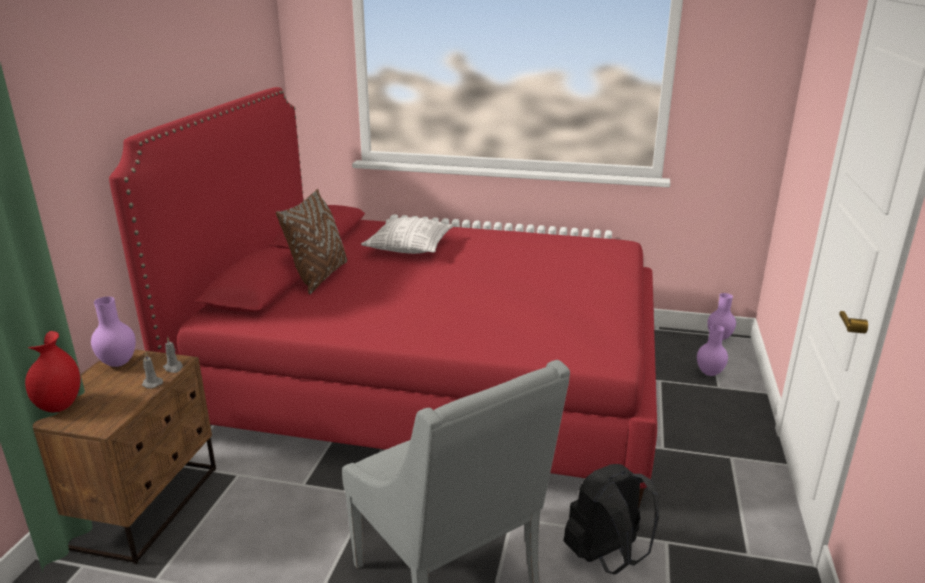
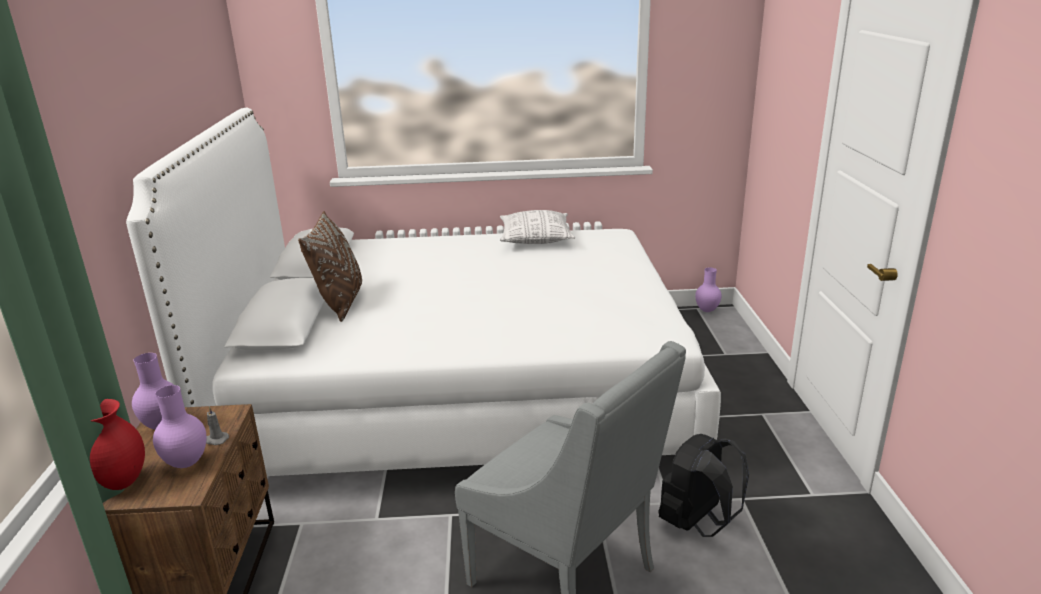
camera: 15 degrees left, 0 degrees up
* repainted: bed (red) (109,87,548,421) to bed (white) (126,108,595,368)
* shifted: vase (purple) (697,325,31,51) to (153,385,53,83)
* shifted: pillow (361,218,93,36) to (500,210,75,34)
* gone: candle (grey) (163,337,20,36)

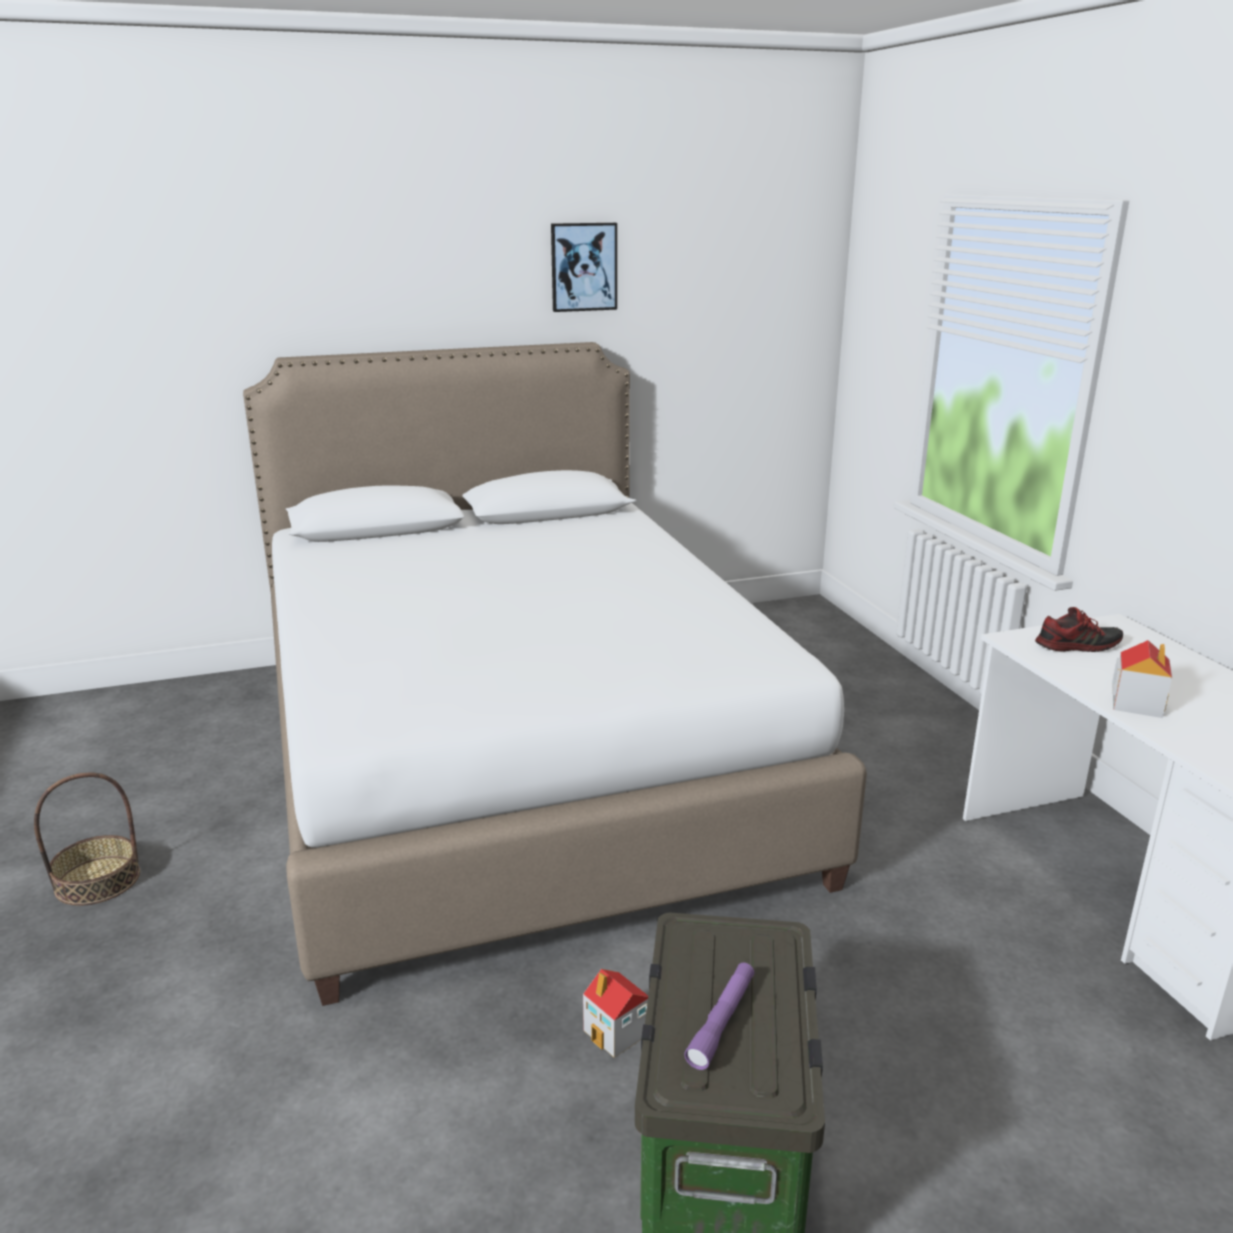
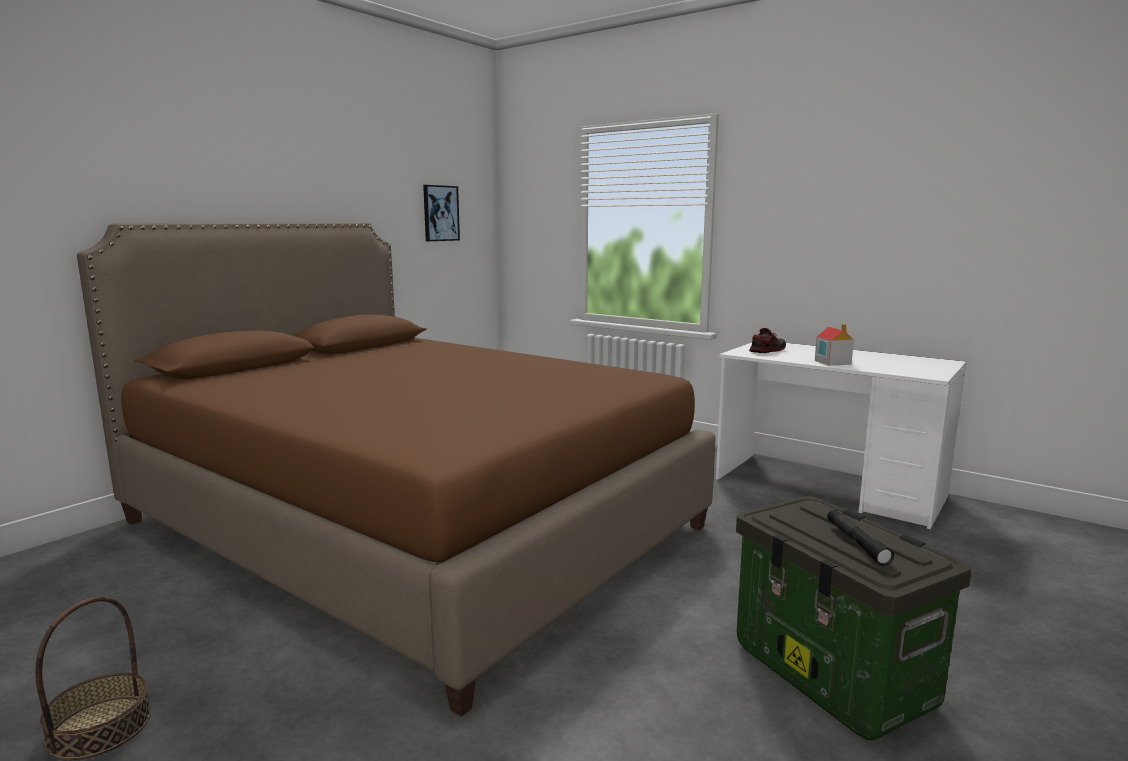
camera: 35 degrees left, 10 degrees down
* repainted: bed (white) (243,342,624,664) to bed (brown) (77,223,639,494)
* shifted: picture (551,223,66,89) to (423,185,37,56)
* repainted: flashlight (purple) (684,963,70,107) to flashlight (black) (827,510,67,56)
* gone: toy house (583,969,65,89)

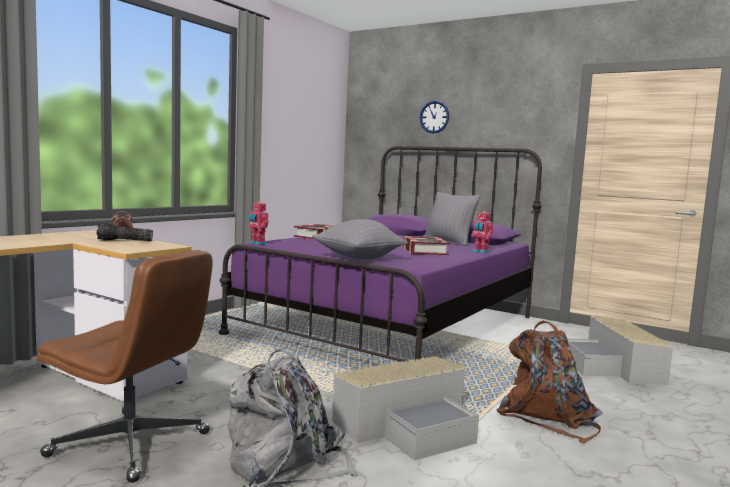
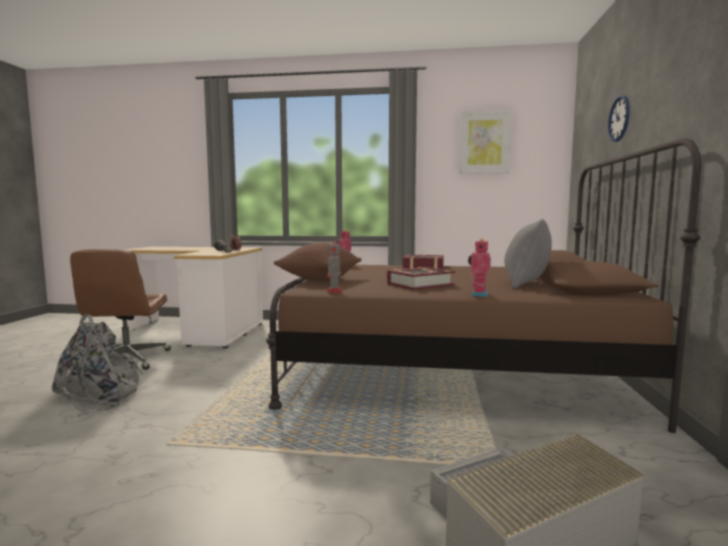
camera: 65 degrees right, 0 degrees up
* repainted: bed (purple) (219,146,323,216) to bed (brown) (266,138,435,295)
* repainted: pillow (grey) (312,219,96,41) to pillow (brown) (274,242,88,39)
* new: toy robot (327,237,16,56)
* new: picture (459,110,53,64)
* gone: storage box (grey) (332,356,147,104)
* gone: backpack (brown) (497,321,106,122)

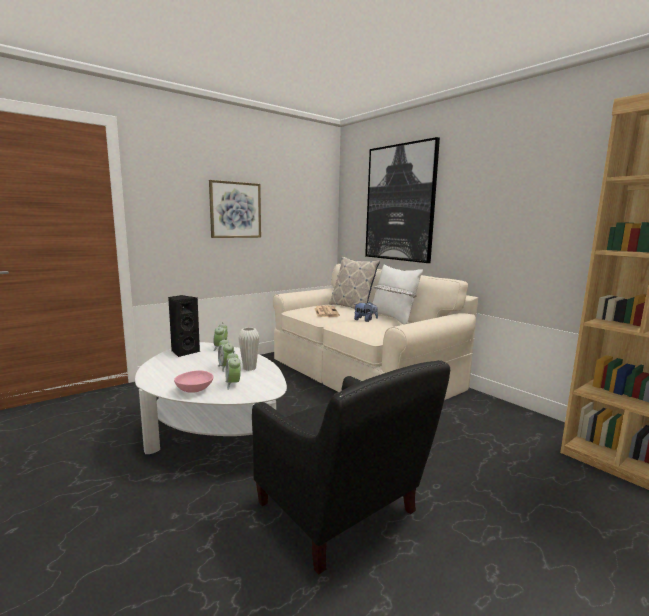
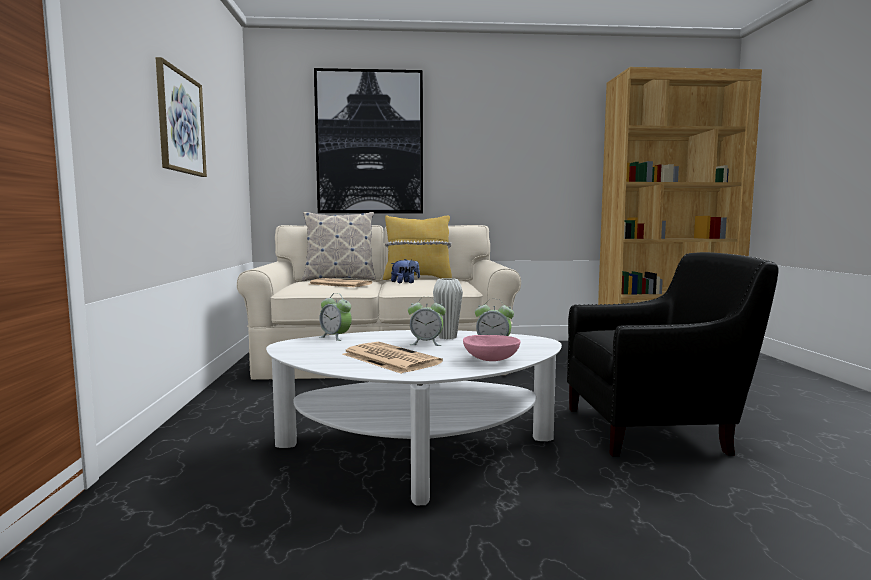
camera: 55 degrees left, 5 degrees down
* new: newspaper (342,342,101,32)
* repainted: pillow (white) (372,264,51,61) to pillow (yellow) (383,215,69,65)
* gone: speaker (black) (168,295,32,62)

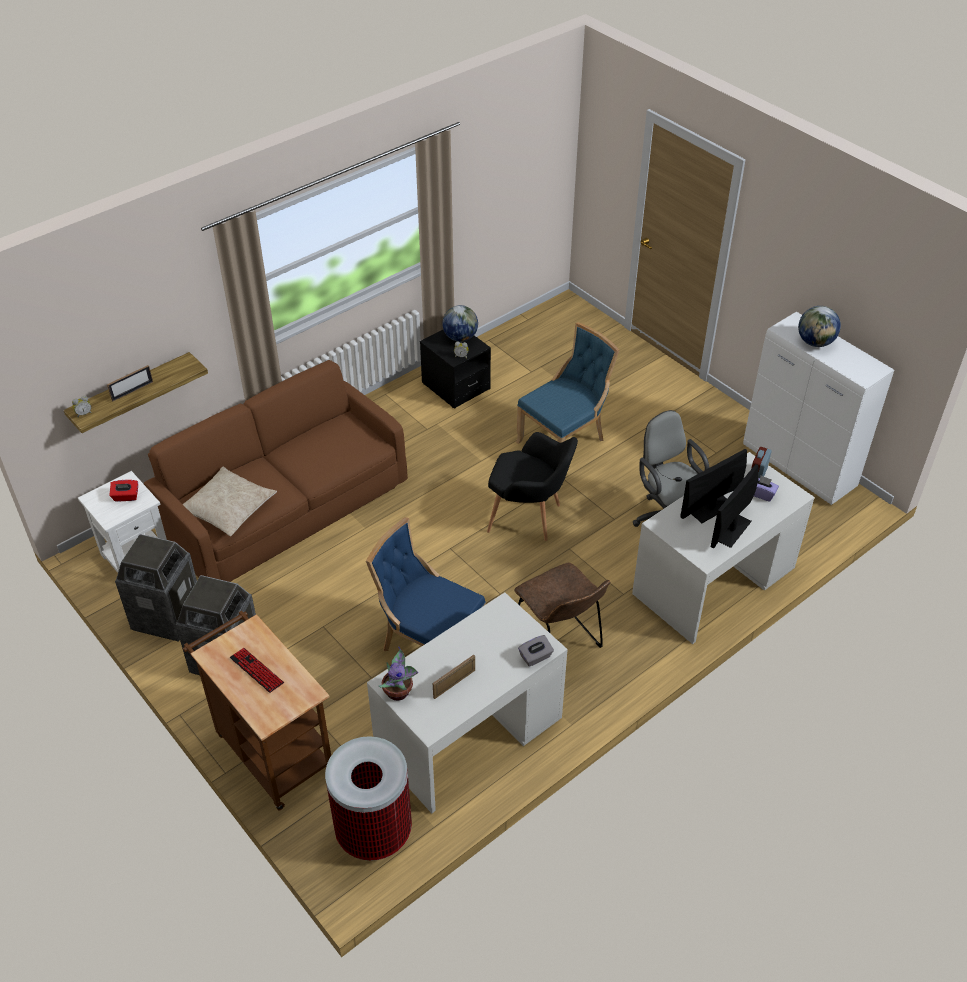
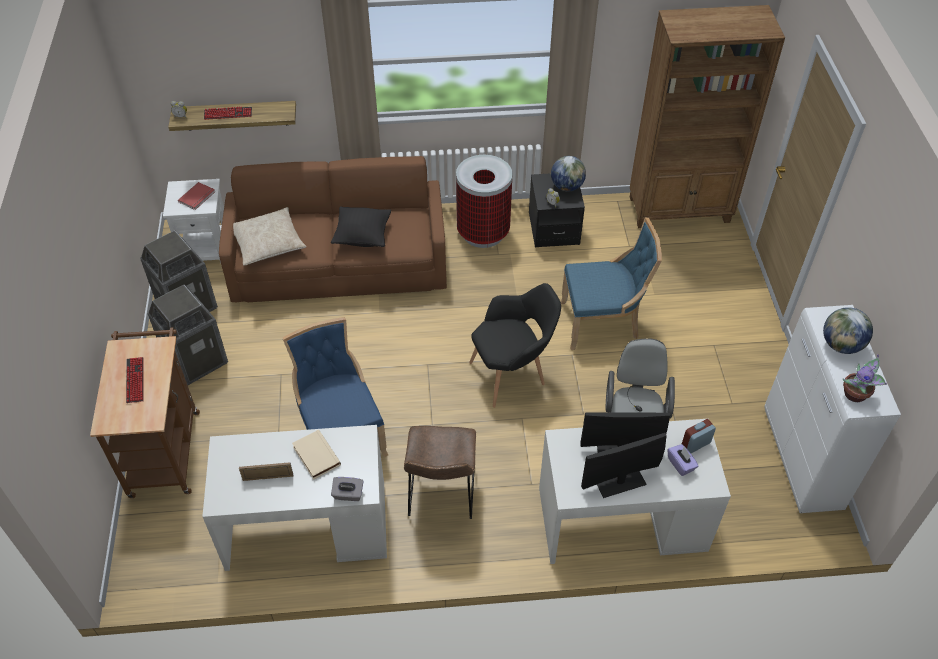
camera: 35 degrees right, 5 degrees up
* swapped: tissue box (red) (109,480,29,22) to book (red) (178,182,37,28)
* swapped: picture frame (107,365,46,37) to keyboard (204,107,48,13)
* new: book (beige) (292,429,49,51)
* new: pillow (black) (331,206,60,41)
* shifted: trash can (325,736,87,125) to (456,155,56,93)
* rotated: armchair (black) (487,432,91,109) = (469,283,92,125) 75 degrees counterclockwise
* new: bookcase (brown) (630,5,155,223)
* shifted: potted plant (379,646,39,55) to (842,354,45,48)

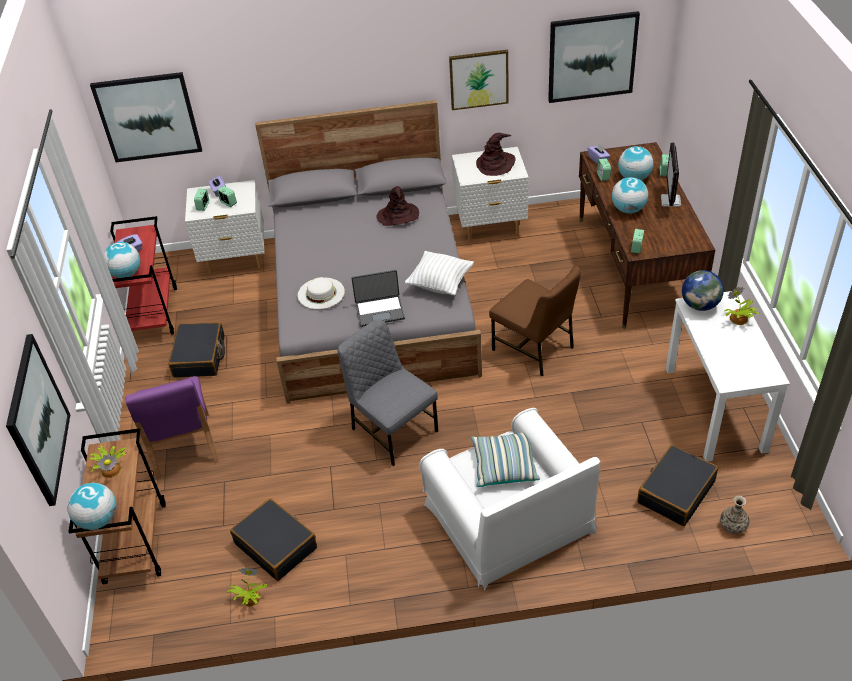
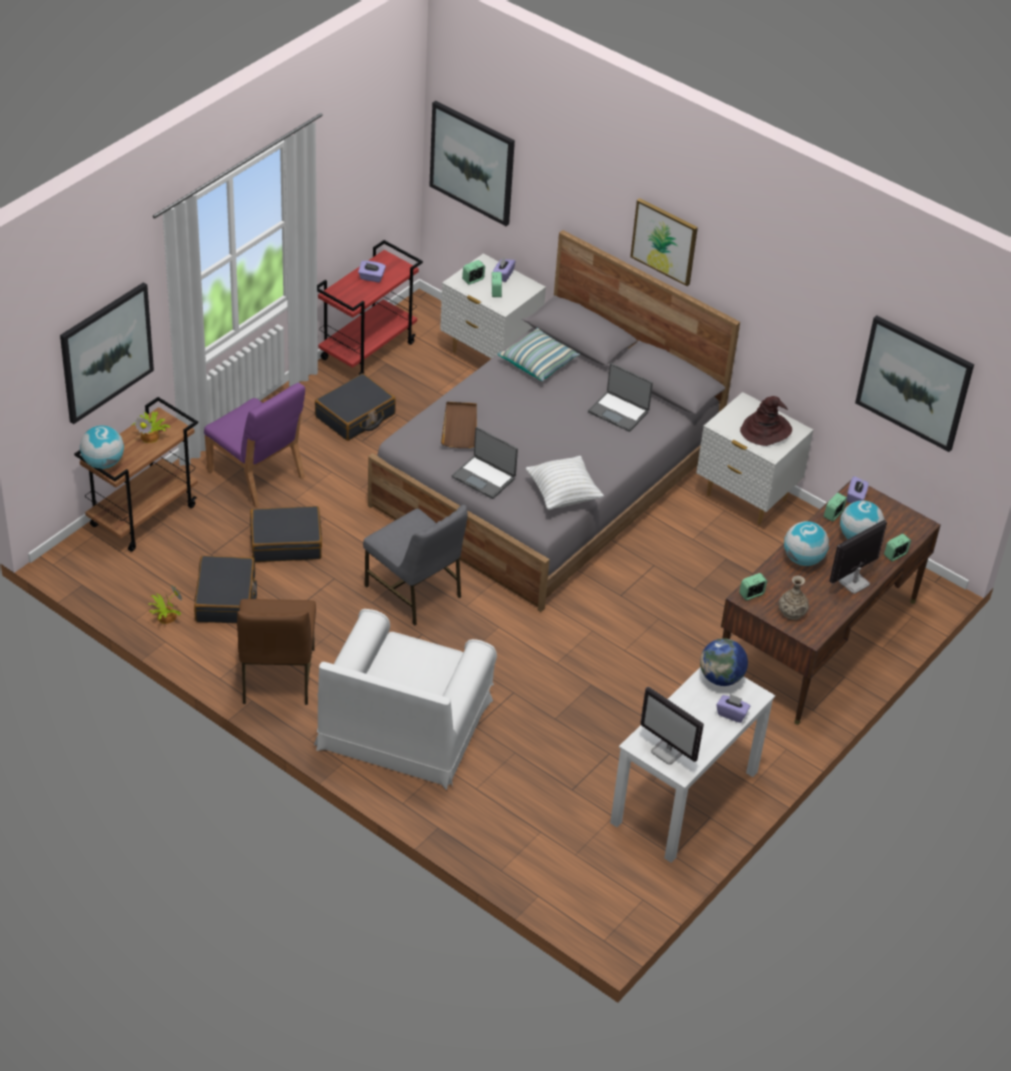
camera: 40 degrees right, 0 degrees up
* rotated: chair (purple) (126,376,93,103) = (204,383,101,125) 75 degrees counterclockwise
* shifted: chair (brown) (489,266,92,110) to (237,599,79,106)
* shifted: suitcase (black) (637,445,81,81) to (250,506,72,56)
* rotated: chair (grey) (338,320,100,146) = (363,505,105,120) 135 degrees clockwise
* swapped: hat (white) (298,277,47,32) to tray (brown) (441,402,36,46)
* shifted: pillow (471,433,69,54) to (498,328,82,53)
* swapped: hat (brown) (376,186,43,40) to laptop (588,363,65,69)
* shifted: picture (449,50,59,60) to (630,198,68,88)
* new: monitor (640,687,64,78)
* swapped: potted plant (724,287,35,38) to tissue box (purple) (717,694,33,29)
* shifted: vase (720,496,30,38) to (779,576,30,44)
* gone: globe (103,242,37,36)

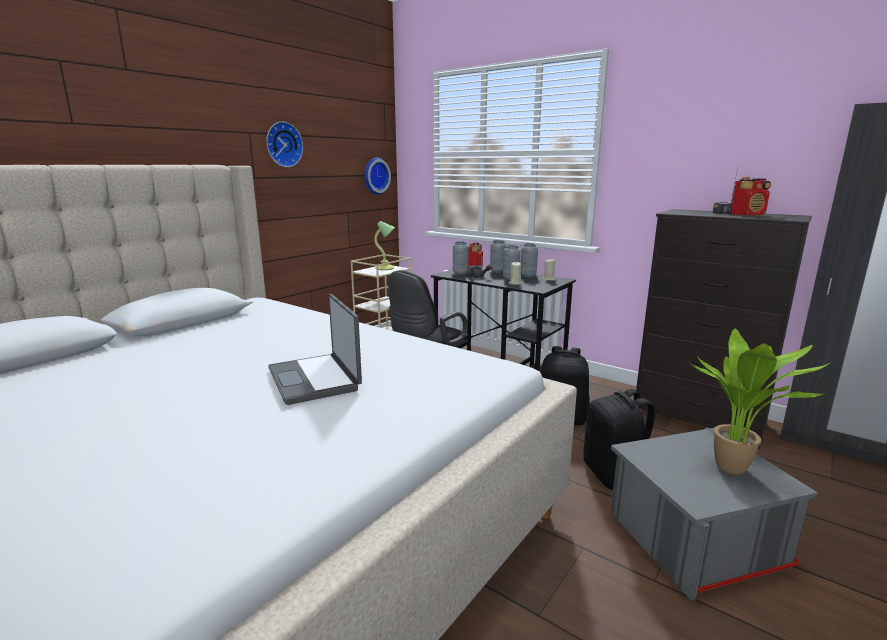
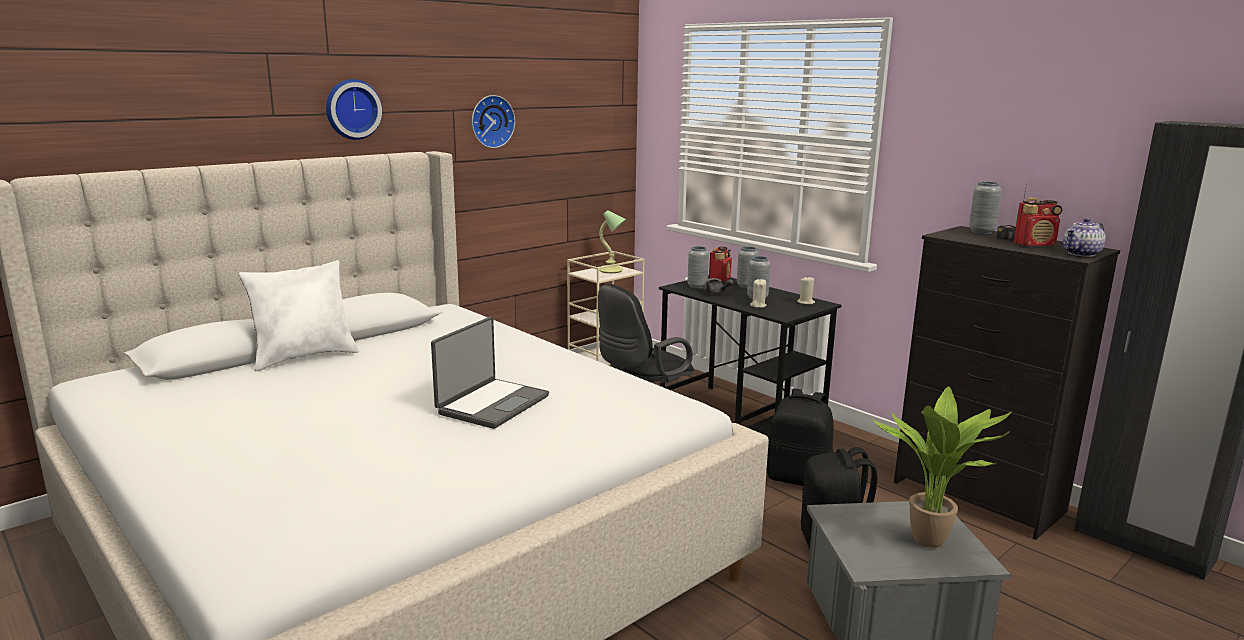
camera: 10 degrees right, 0 degrees up
* new: pillow (white) (239,260,120,111)
* shifted: wall clock (364,158,27,37) to (326,79,56,61)
* rotated: laptop (268,294,94,111) = (431,317,118,112) 135 degrees counterclockwise
* shifted: vase (grey) (521,243,17,34) to (969,181,32,53)
* new: teapot (1063,218,43,39)

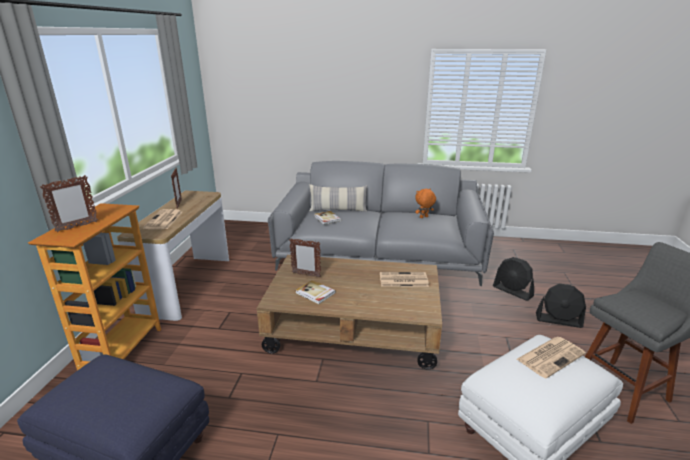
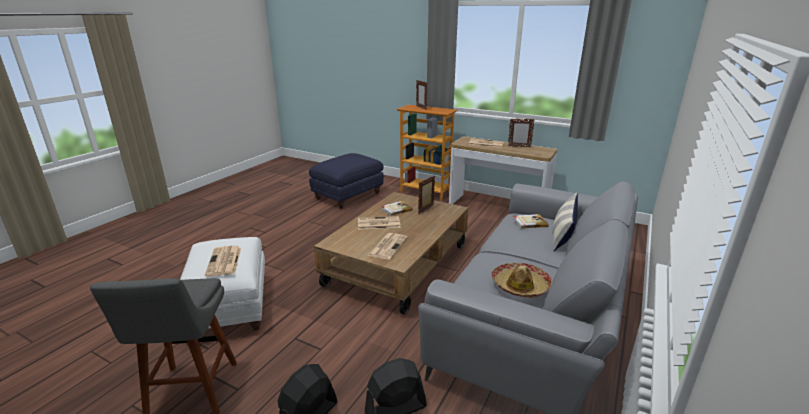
camera: 110 degrees right, 0 degrees up
* new: newspaper (358,216,43,14)
* swapped: plush toy (orange) (415,188,21,30) to hat (491,263,61,35)

